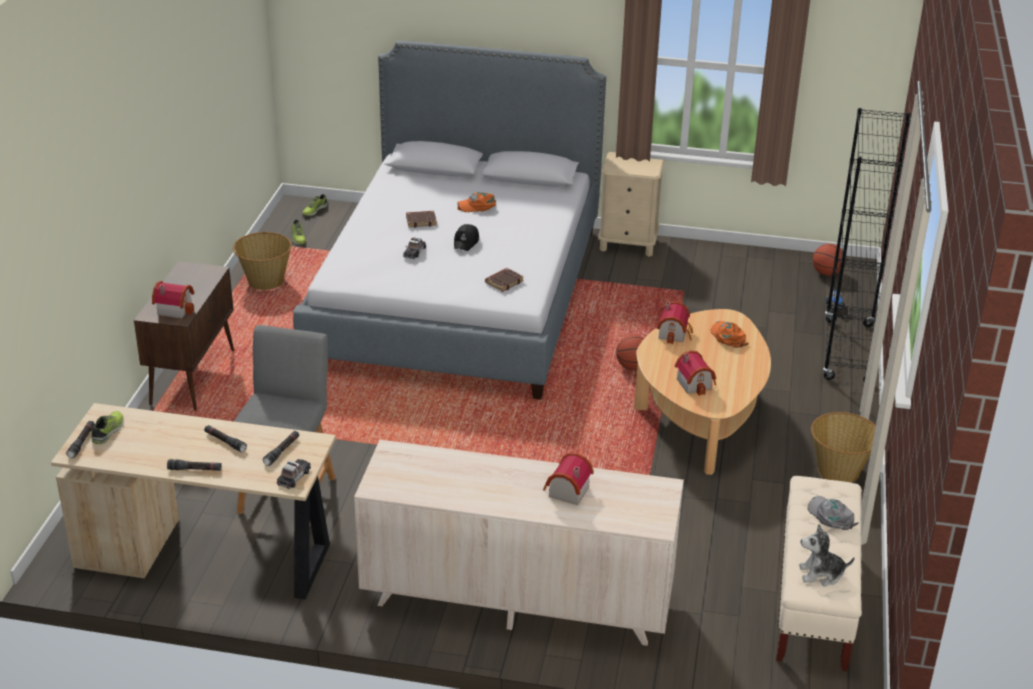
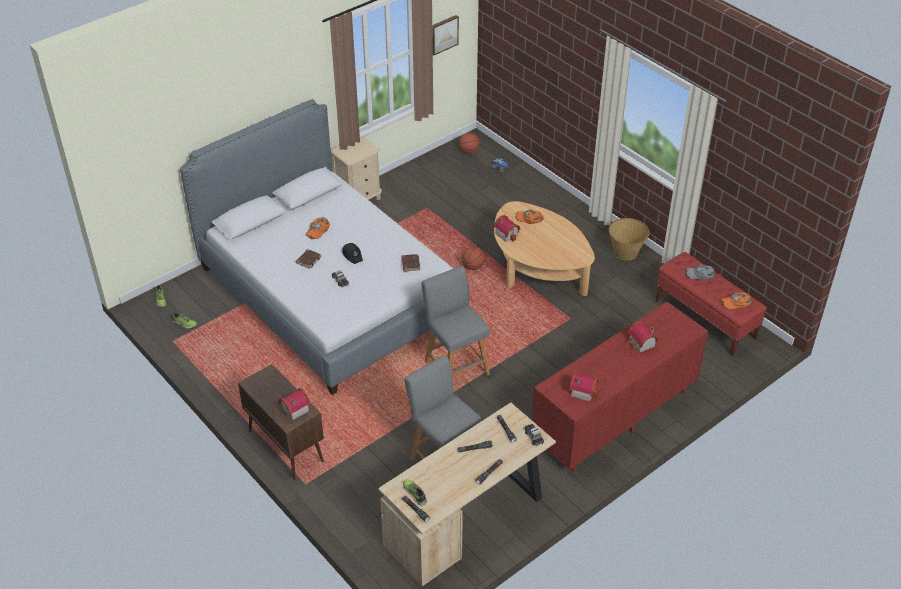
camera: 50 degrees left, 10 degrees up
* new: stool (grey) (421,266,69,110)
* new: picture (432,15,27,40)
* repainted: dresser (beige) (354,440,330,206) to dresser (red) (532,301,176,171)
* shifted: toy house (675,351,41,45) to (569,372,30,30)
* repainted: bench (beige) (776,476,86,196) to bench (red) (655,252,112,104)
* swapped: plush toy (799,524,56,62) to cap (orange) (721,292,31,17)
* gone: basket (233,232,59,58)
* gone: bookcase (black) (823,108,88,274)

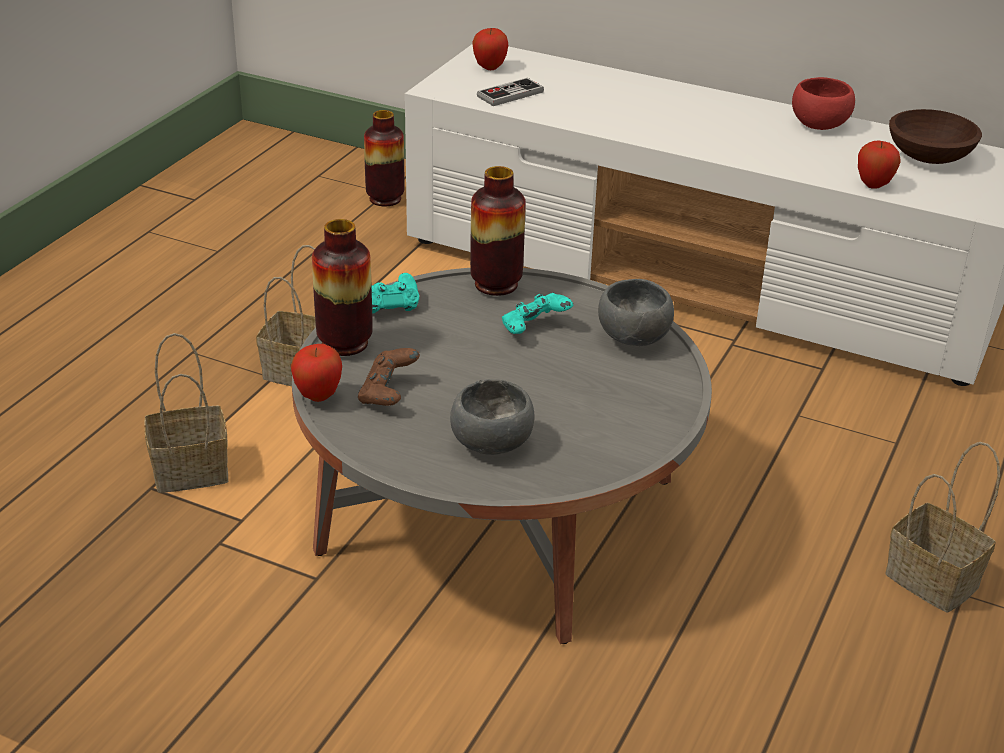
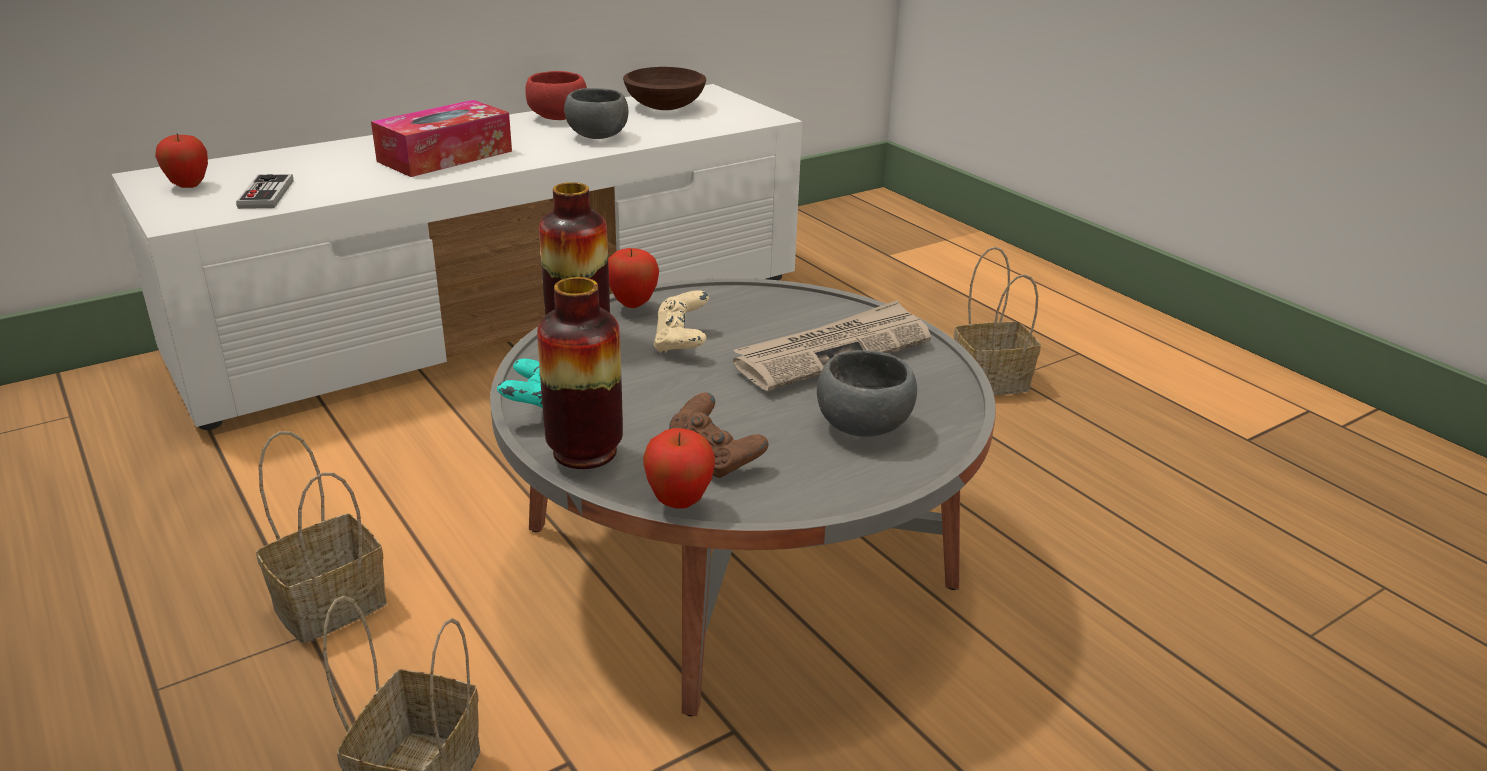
camera: 60 degrees left, 5 degrees down
* new: tissue box (371,100,141,77)
* shifted: bowl (grey) (598,279,76,67) to (564,88,64,51)
* shifted: apple (858,140,43,49) to (608,248,51,60)
* repainted: game controller (turquoise) (502,293,71,41) to game controller (beige) (654,290,55,63)
* new: newspaper (733,300,198,91)
* gone: vase (364,110,41,96)

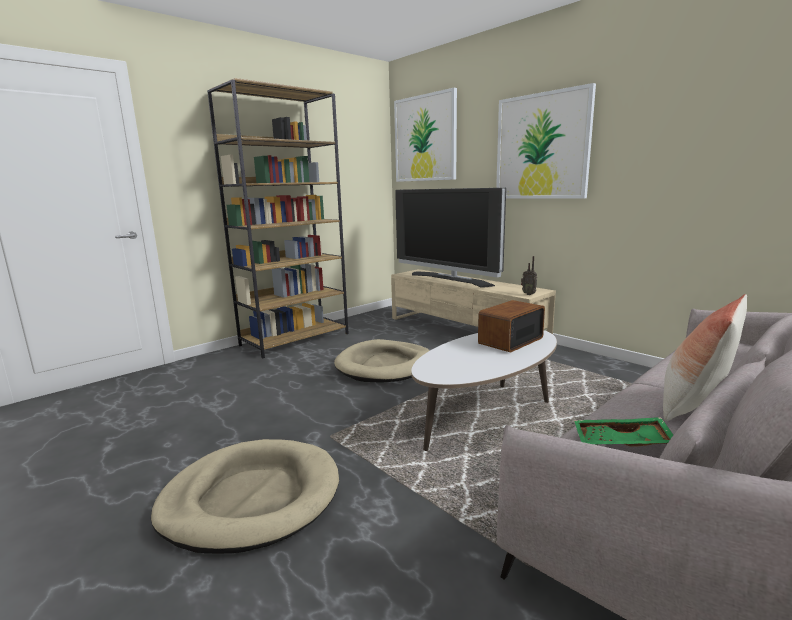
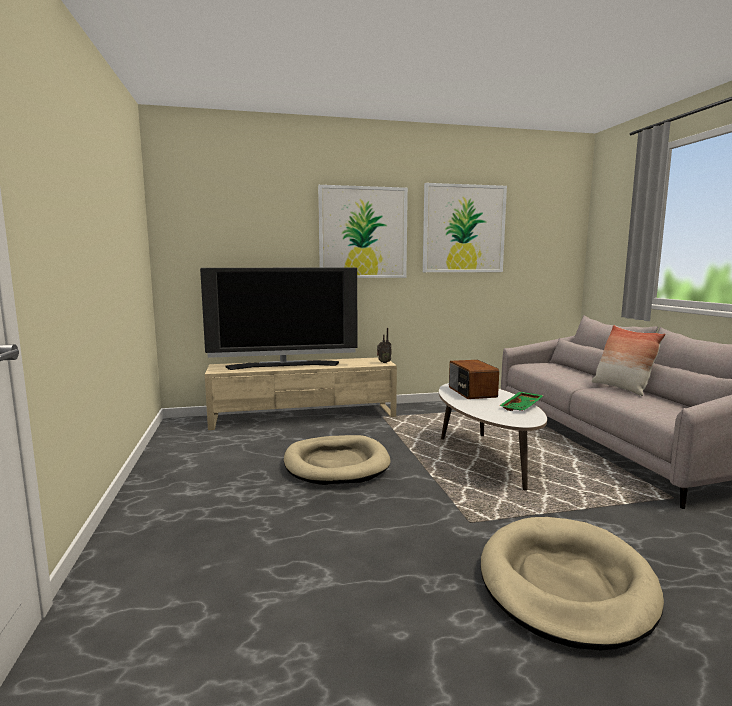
camera: 60 degrees left, 5 degrees down
* shifted: picture (394,88,63,94) to (423,183,84,89)
* shifted: tray (green) (574,417,99,30) to (499,391,45,20)
* gone: bookcase (brown) (207,78,142,281)

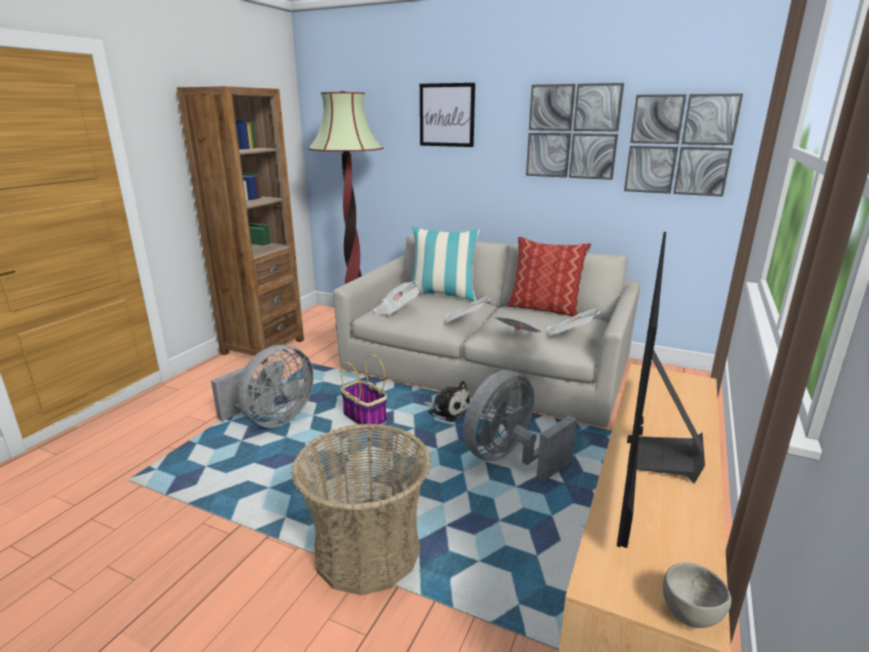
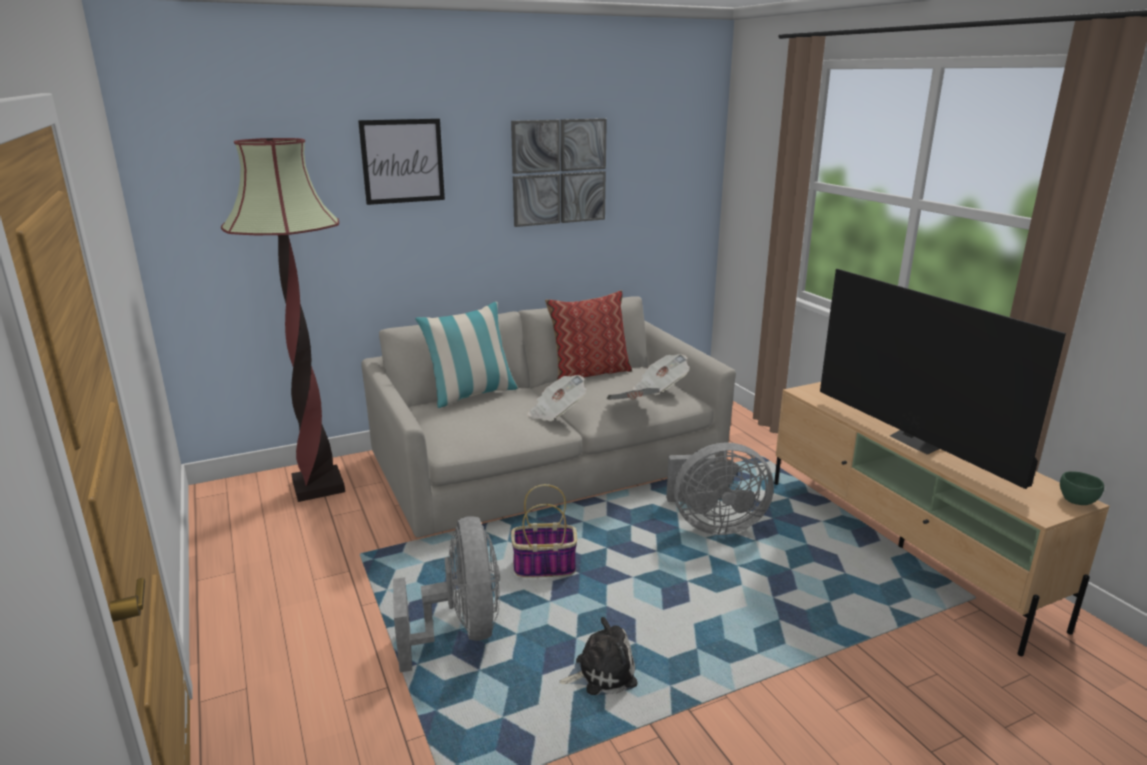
camera: 50 degrees left, 0 degrees up
* shifted: plush toy (424,381,46,41) to (559,617,79,78)
* rotated: fan (grey) (463,370,114,111) = (666,442,108,93) 90 degrees counterclockwise
* repainted: bowl (grey) (663,563,69,65) to bowl (green) (1060,471,44,34)
* gone: bookcase (brown) (177,86,127,278)
* gone: basket (291,424,140,171)
* gone: newspaper (374,281,45,34)
* gone: picture (624,93,119,104)

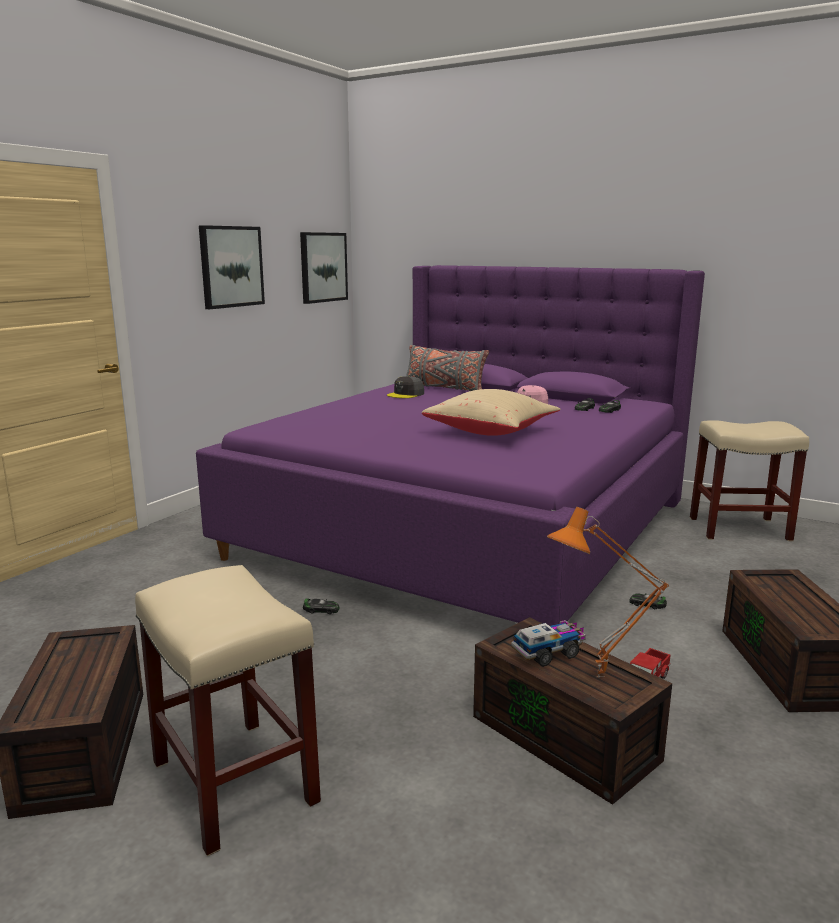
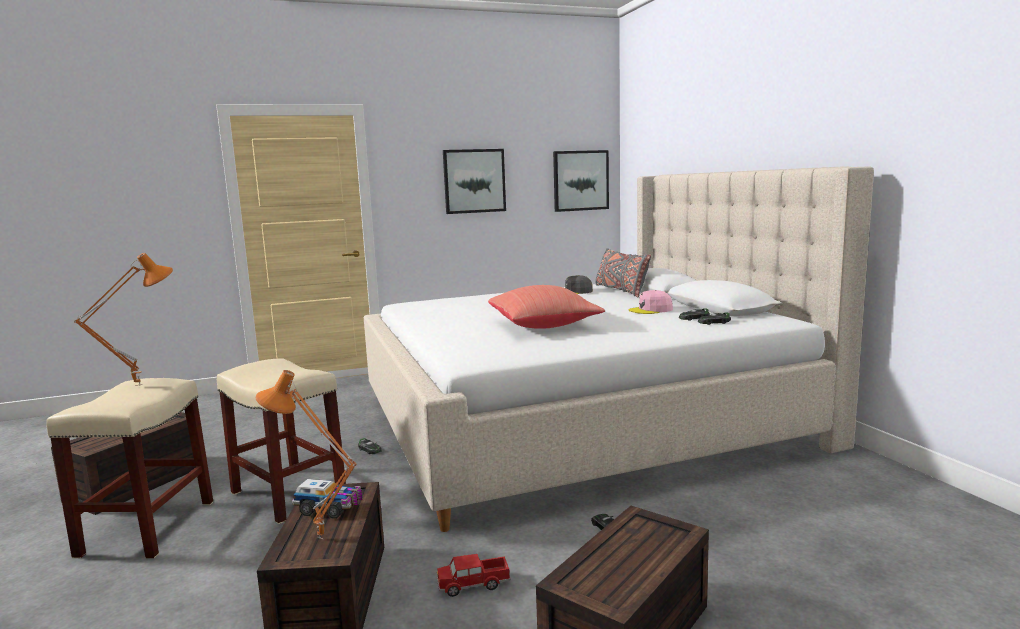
camera: 40 degrees right, 5 degrees down
* new: table lamp (orange) (74,253,99,133)
* shifted: stool (beige) (690,420,119,121) to (217,358,129,166)
* repainted: bed (purple) (196,265,509,361) to bed (beige) (364,166,510,366)
* repainted: pillow (beige) (421,389,139,47) to pillow (red) (488,285,117,44)

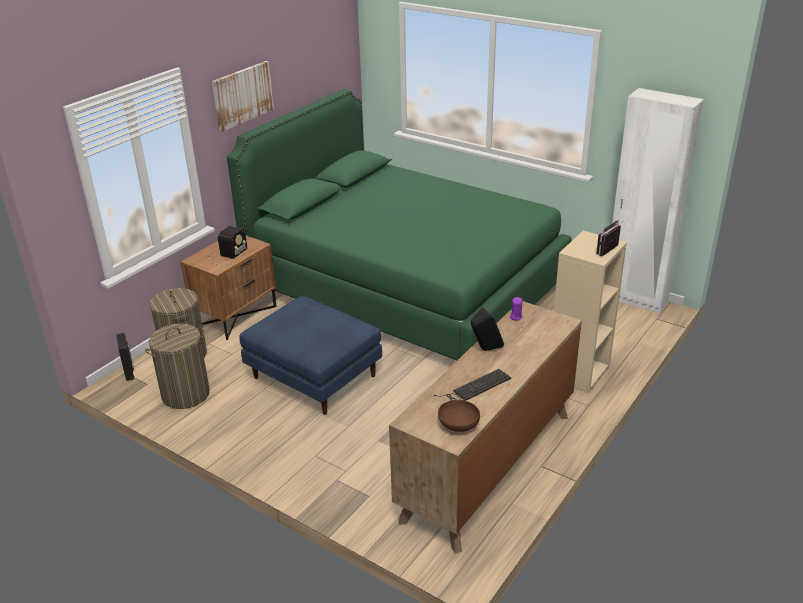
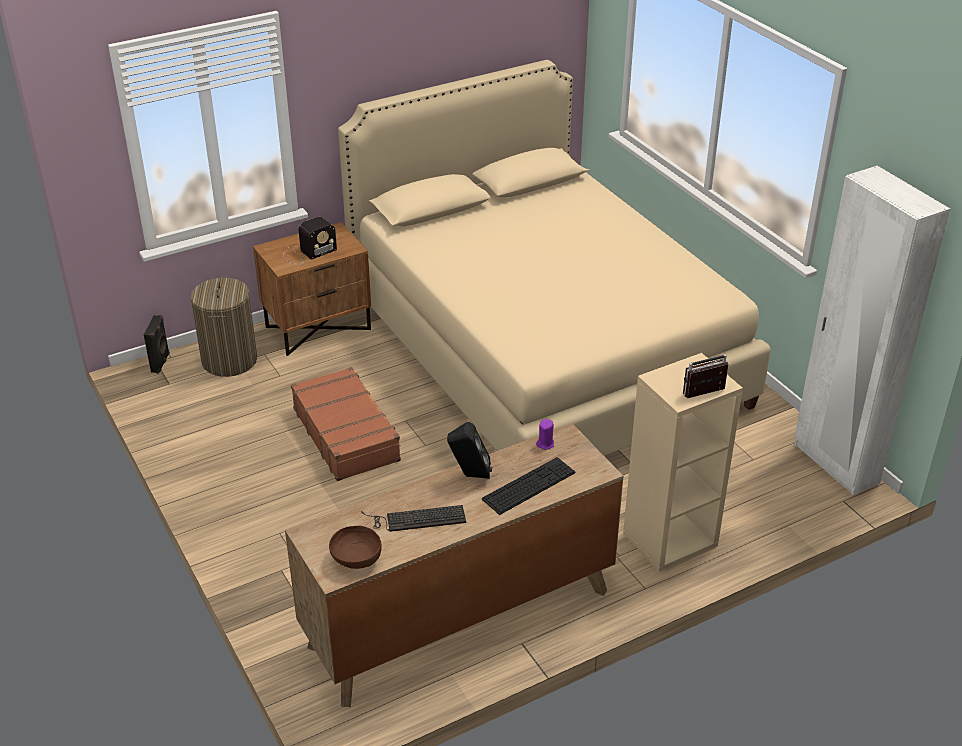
camera: 25 degrees right, 5 degrees up
* swapped: ottoman (blue) (239,296,143,119) to suitcase (brown) (291,367,110,114)
* repainted: bed (green) (227,89,345,271) to bed (beige) (338,60,433,396)
* new: keyboard (482,457,93,58)
* gone: laundry basket (145,324,65,85)
* gone: picture (212,61,62,71)

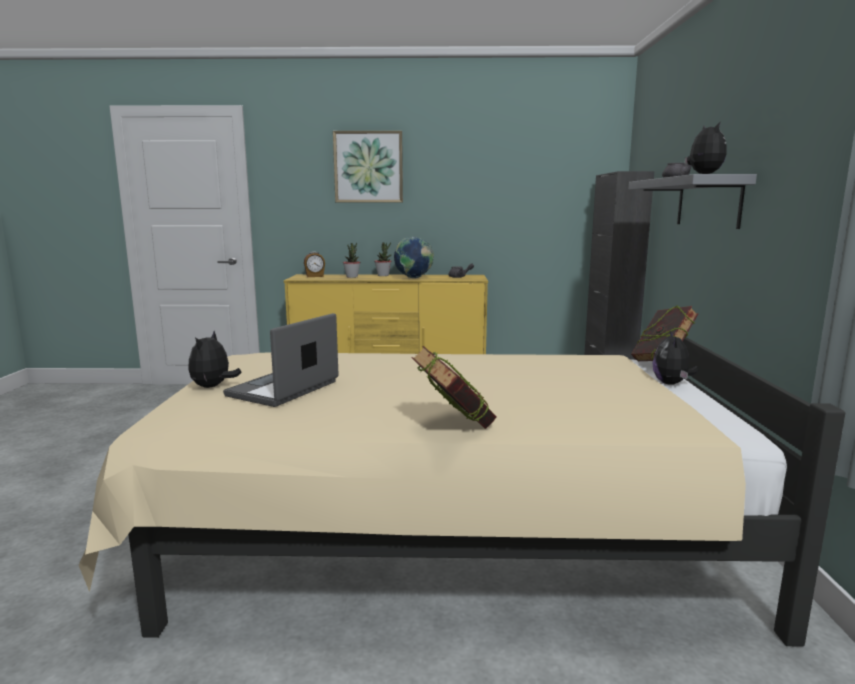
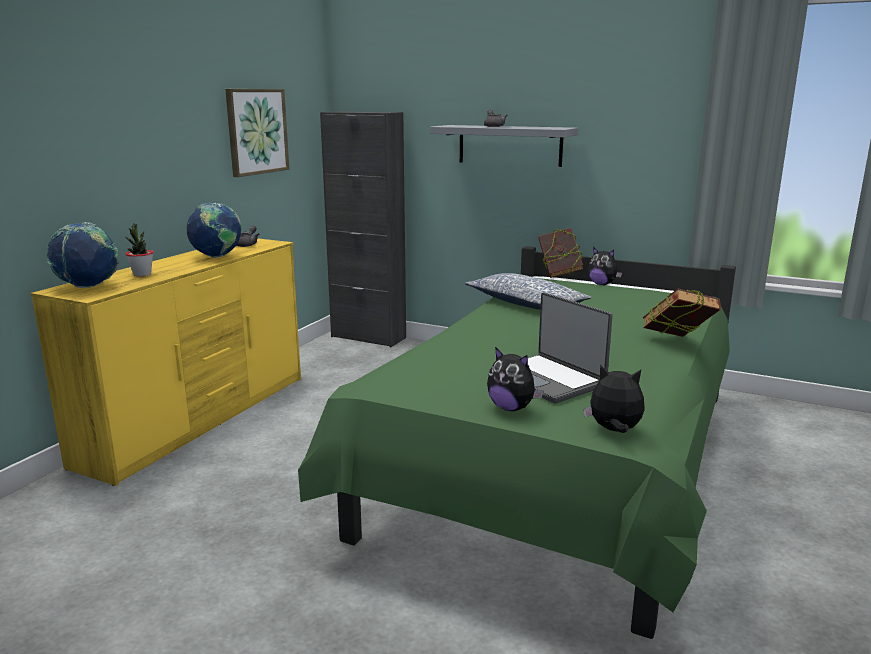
camera: 65 degrees left, 5 degrees up
* swapped: alarm clock (304,252,21,25) to globe (47,222,72,66)
* shifted: picture (333,131,70,72) to (225,89,64,88)
* repainted: bed (beige) (79,337,766,310) to bed (green) (298,246,438,393)
* new: pillow (465,273,127,37)
* shifted: plush toy (685,121,42,53) to (584,364,61,69)
* gone: potted plant (374,242,17,34)

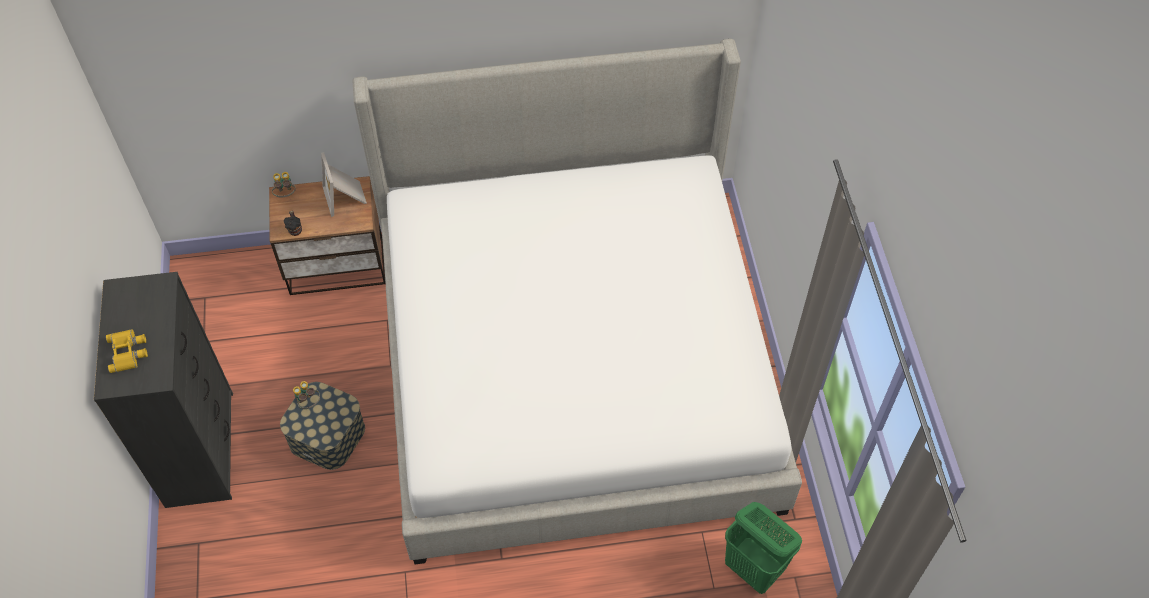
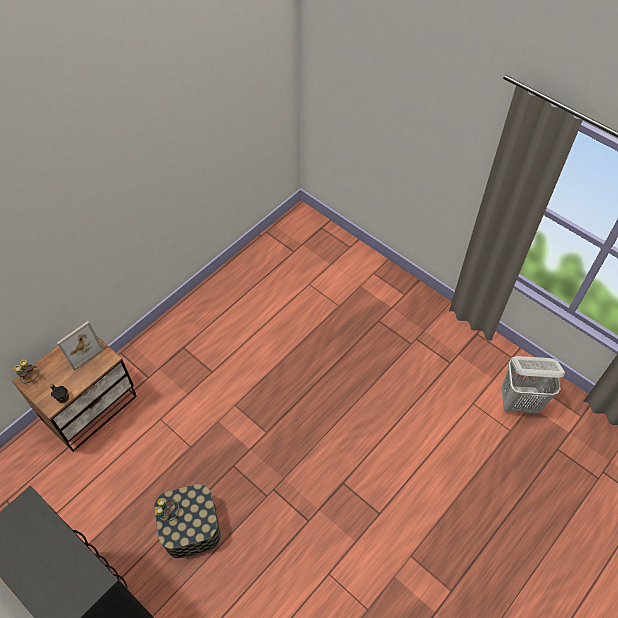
camera: 40 degrees left, 0 degrees up
* rotated: picture frame (321,152,46,65) = (57,321,47,50) 75 degrees counterclockwise
* repainted: laundry basket (green) (725,502,77,92) to laundry basket (white) (502,356,63,57)
* gone: binoculars (yellow) (106,329,42,44)
* gone: bed (353,39,449,526)

